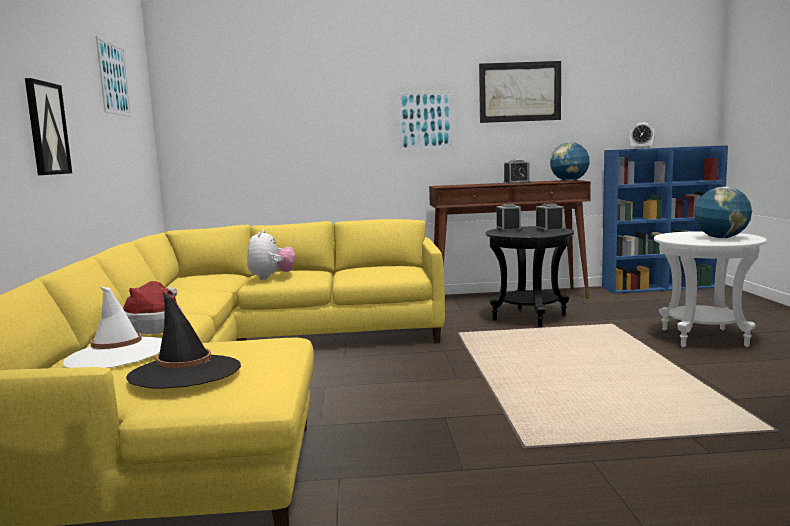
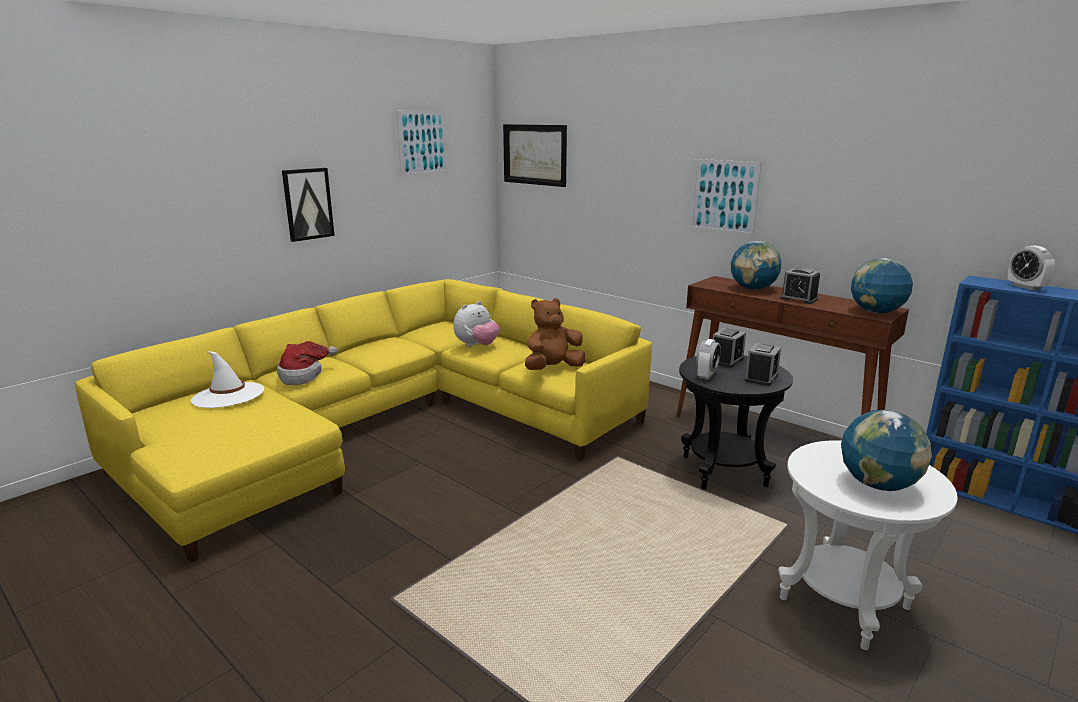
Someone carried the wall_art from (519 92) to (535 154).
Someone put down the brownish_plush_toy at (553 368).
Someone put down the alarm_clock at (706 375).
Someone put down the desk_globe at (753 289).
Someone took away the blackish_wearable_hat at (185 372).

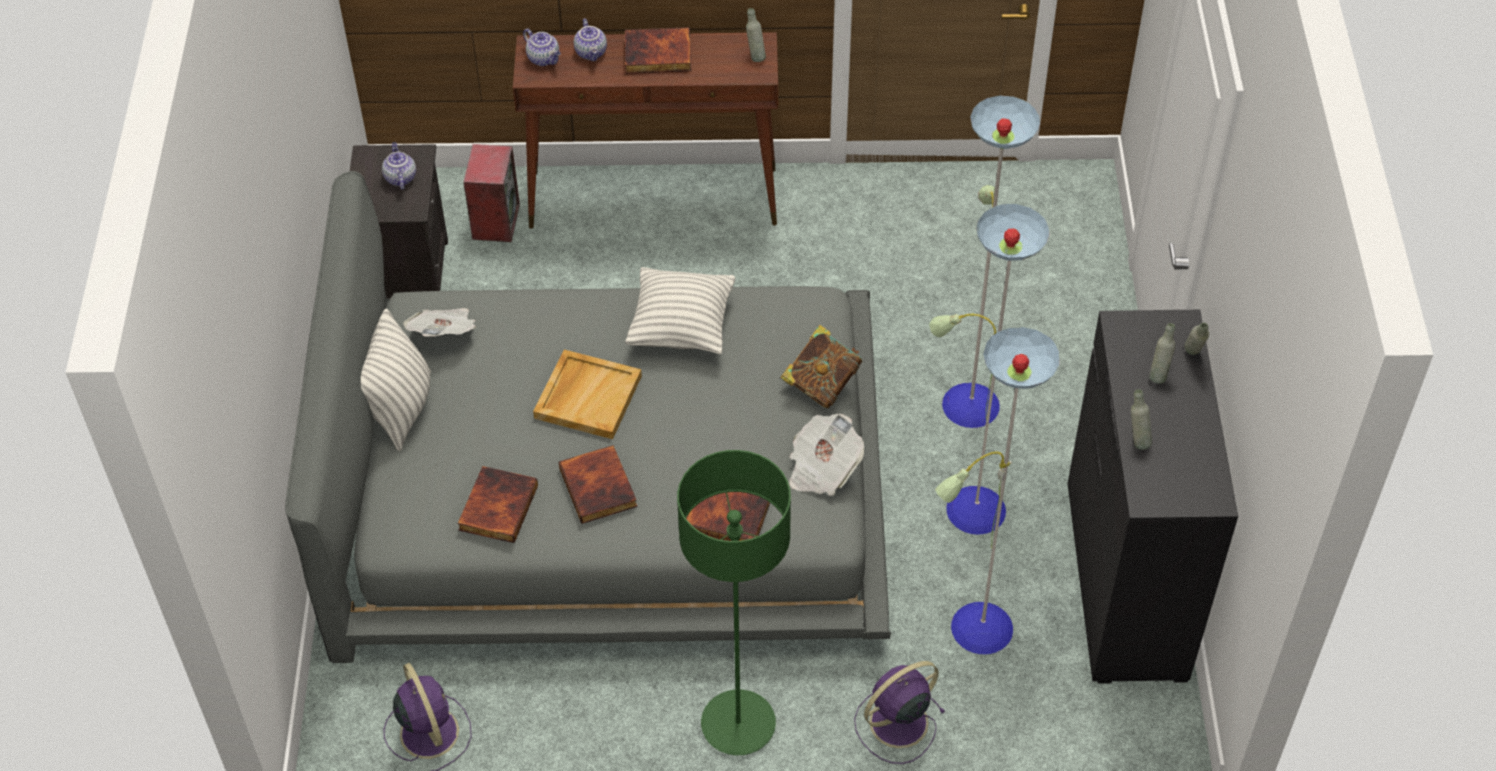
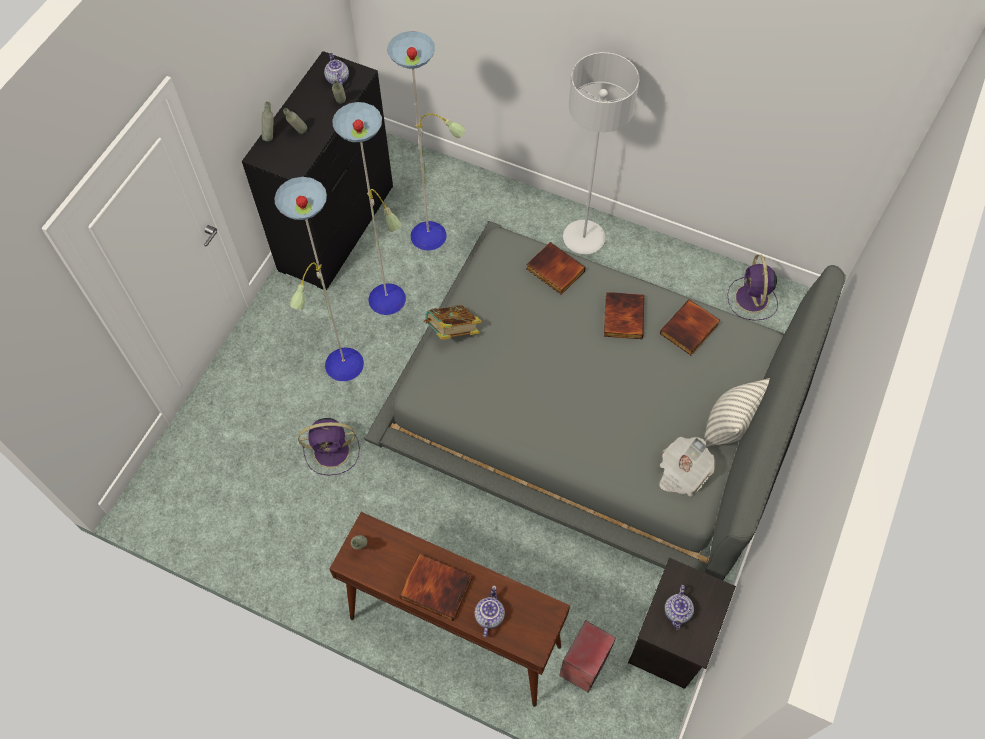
Someone carried the purple-coloured_fan from (896 724) to (333 450).
Someone carried the tea_pot from (544 59) to (337 79).
Someone repainted the green-coloured_standard_lamp at (738 724), which became the gray_standard_lamp at (583 238).
Someone took away the beige_carrying_tray at (587 396).
Someone took away the cushion at (681 327).
Someone took away the daily_paper at (822 468).

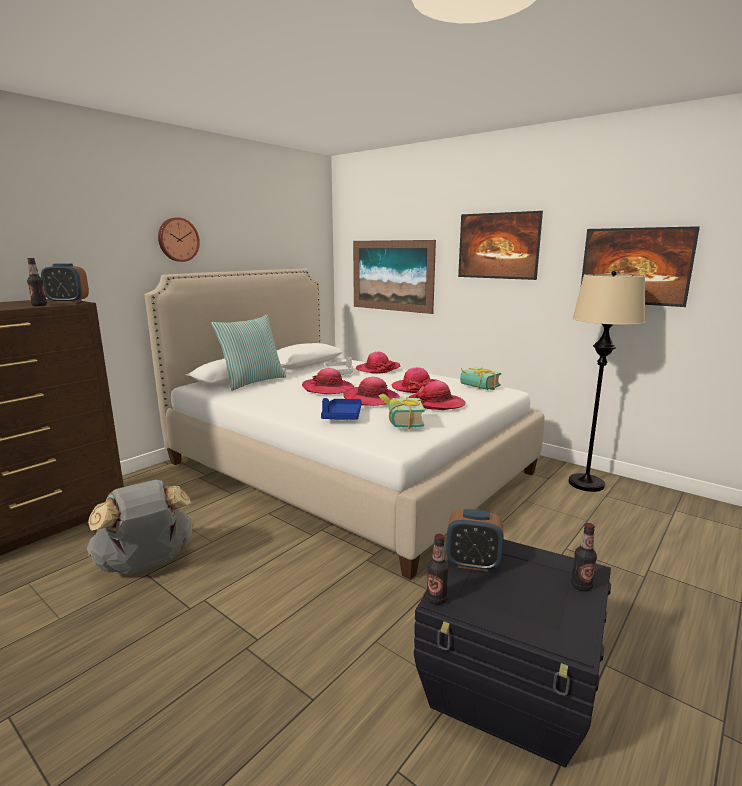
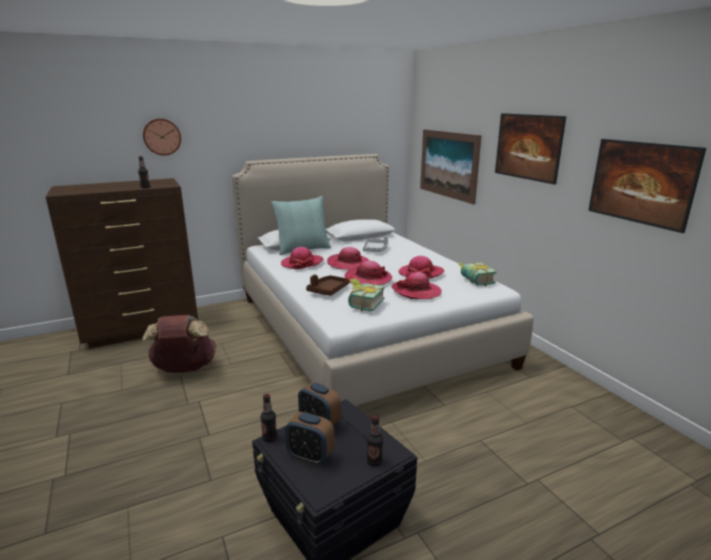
Someone carried the clock_on_the_wall from (178 239) to (162 136).
Someone repainted the gray_knapsack at (146 565), which became the brownish_knapsack at (184 369).
Someone carried the wearable_hat from (378 369) to (302 263).
Someone carried the alarm_clock from (68 302) to (310 456).
Someone repainted the blue_carrying_tray at (342 416), which became the brownish_carrying_tray at (328 290).
Someone took away the beige_standard_lamp at (586 484).

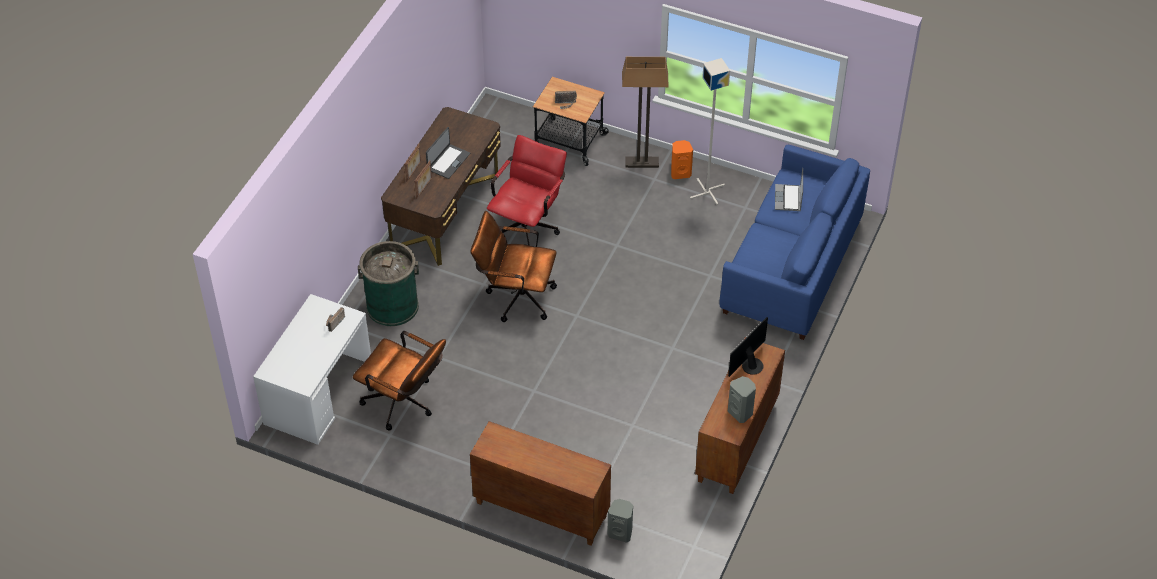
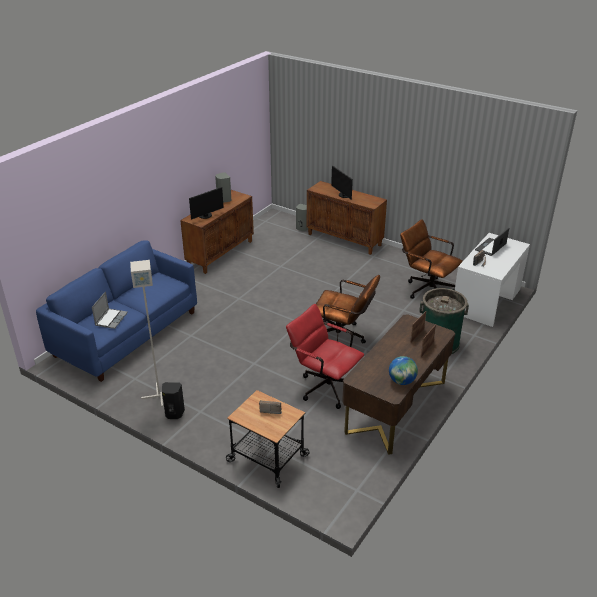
Someone repainted the orange-coloured_loudspeaker at (680 173), which became the blackish_loudspeaker at (174 414).
Someone rotated the red_desk_chair at (528 226) by 90 degrees clockwise.
Someone put down the monitor at (343 195).
Someone put down the desk_globe at (402 381).
Someone carried the laptop from (448 161) to (491 247).
Someone took away the standard_lamp at (642 163).

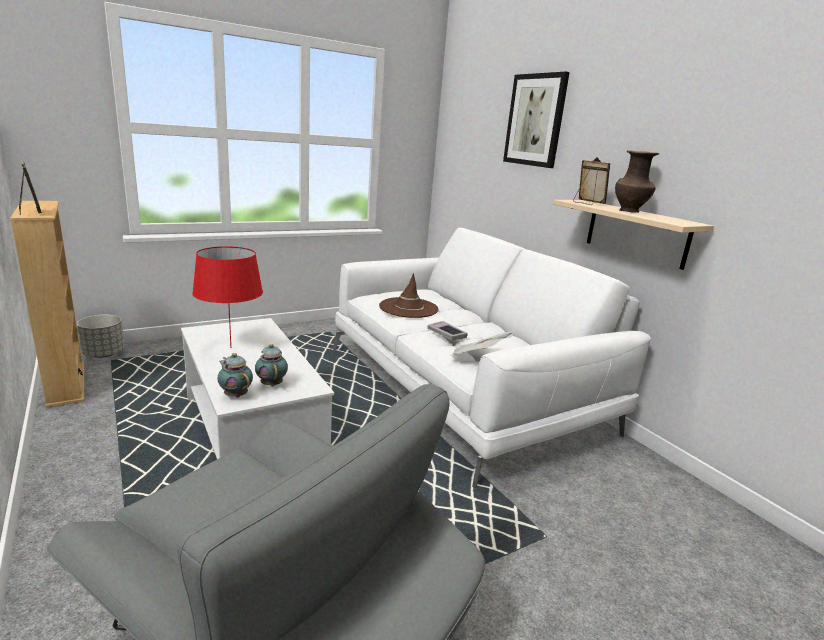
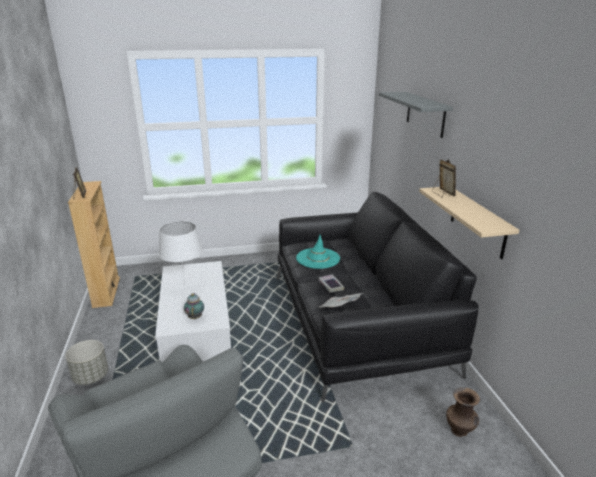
Someone carried the gray_planter from (104 354) to (91 376).
Someone repainted the red_lamp_for_a_table at (230 347), which became the white-coloured_lamp_for_a_table at (184 285).
Someone repainted the white-coloured_couch at (462 390), which became the blackish_couch at (357 322).
Someone repainted the brownish_wearable_hat at (408 308), which became the turquoise-coloured_wearable_hat at (318 258).
Someone swapped the wall_art at (535 120) for the gray_shelf at (425 114).
Someone carried the brownish_flower_vase from (630 211) to (460 431).
Someone took away the tea_pot at (235 395).

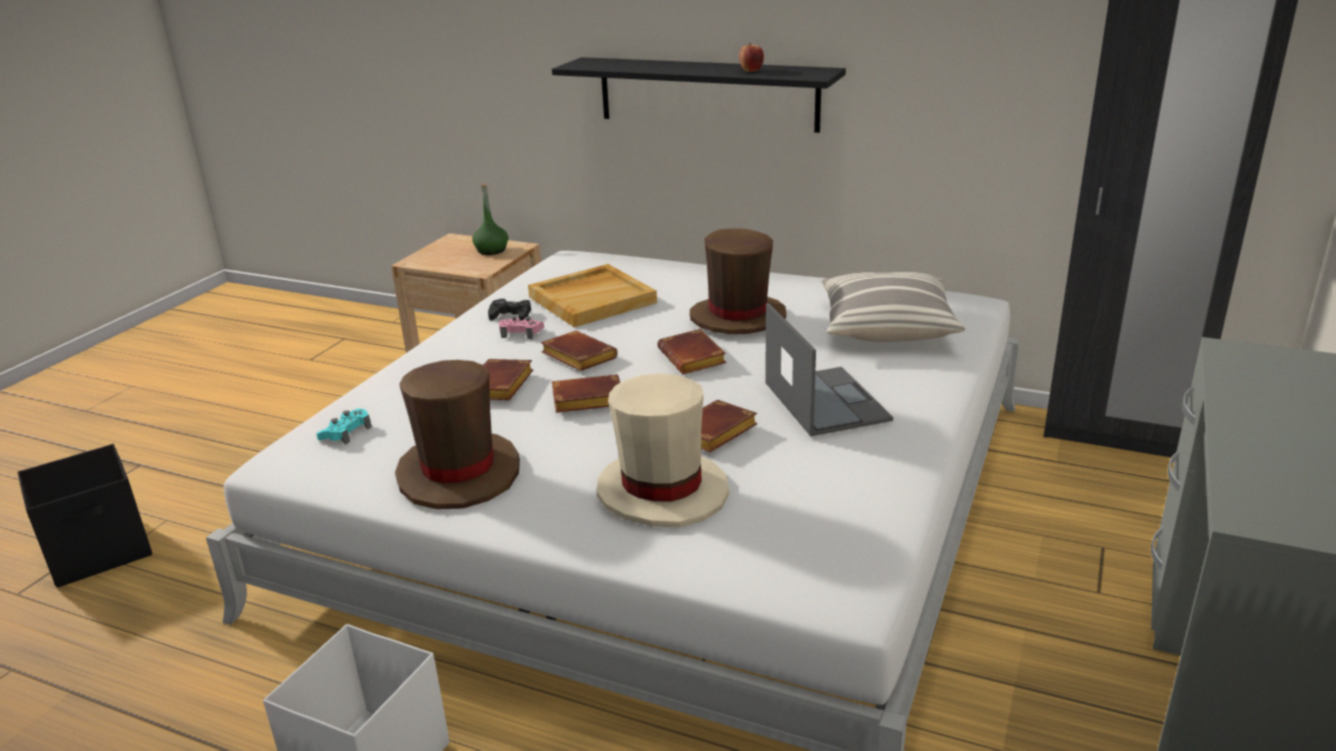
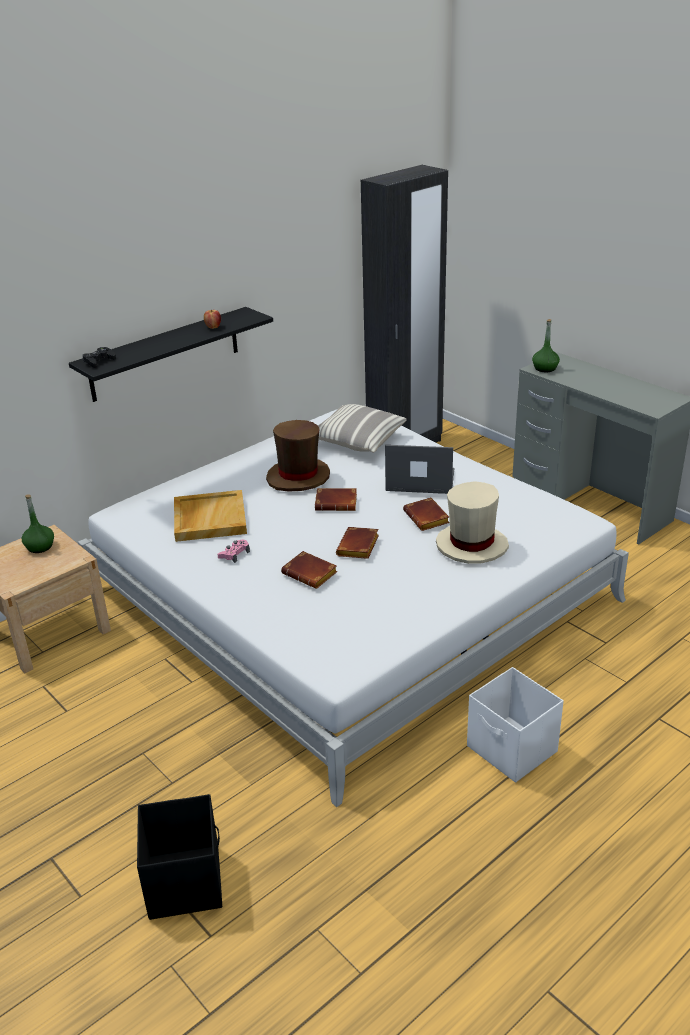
Someone carried the blackish_game_controller from (511 315) to (99 361).
Someone put down the green-coloured_drink_bottle at (545 368).
Someone took away the turquoise-coloured_game_controller at (346 432).
Someone took away the brownish_wearable_hat at (459 473).
Someone took away the brownish_book at (576 357).

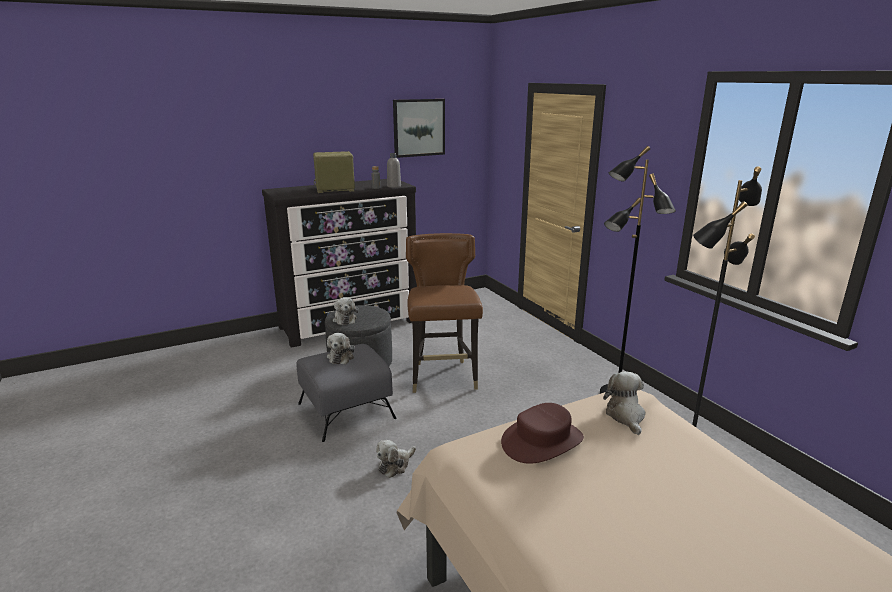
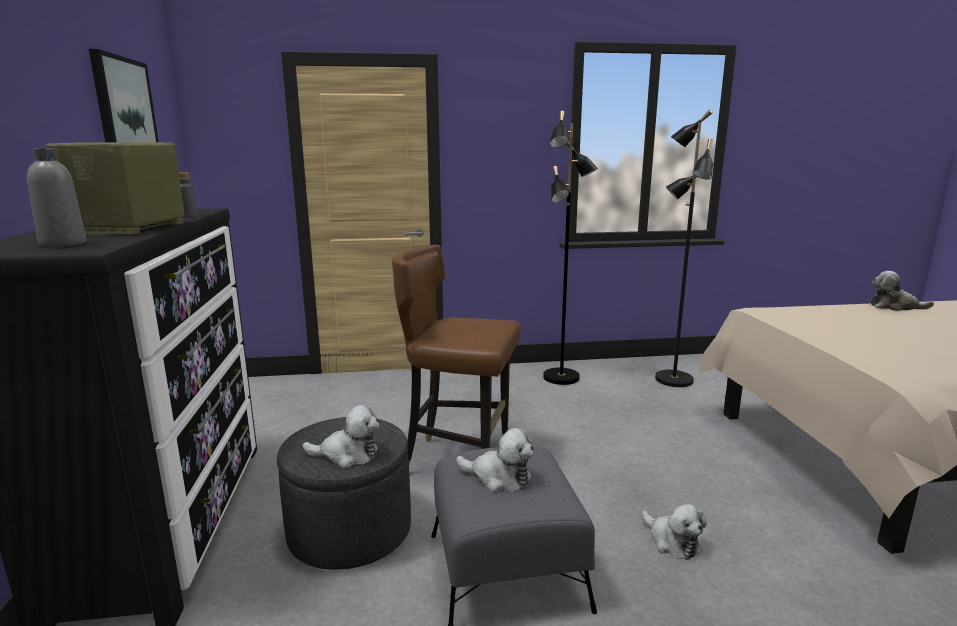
Someone carried the gray_drink_bottle from (394 186) to (63 244).
Someone carried the plush_toy from (626 416) to (894 307).
Someone took away the brownish_wearable_hat at (542 441).

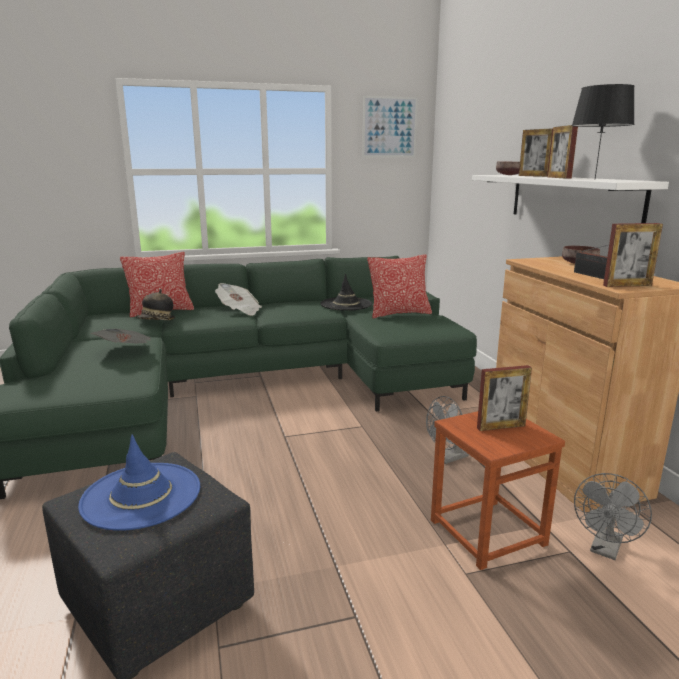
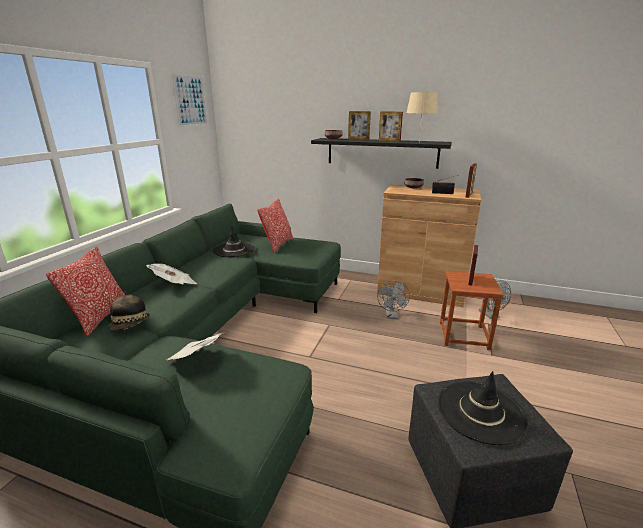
Someone repainted the white-coloured_shelf at (571 200), which became the blackish_shelf at (382 152).
Someone repainted the blackish_lamp_for_a_table at (595 179), which became the beige_lamp_for_a_table at (419 142).
Someone repainted the blue_wearable_hat at (141 495), which became the blackish_wearable_hat at (480 411).

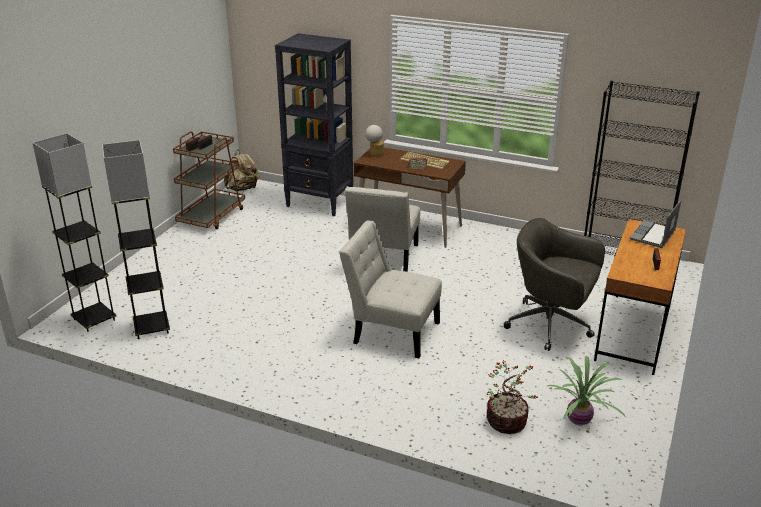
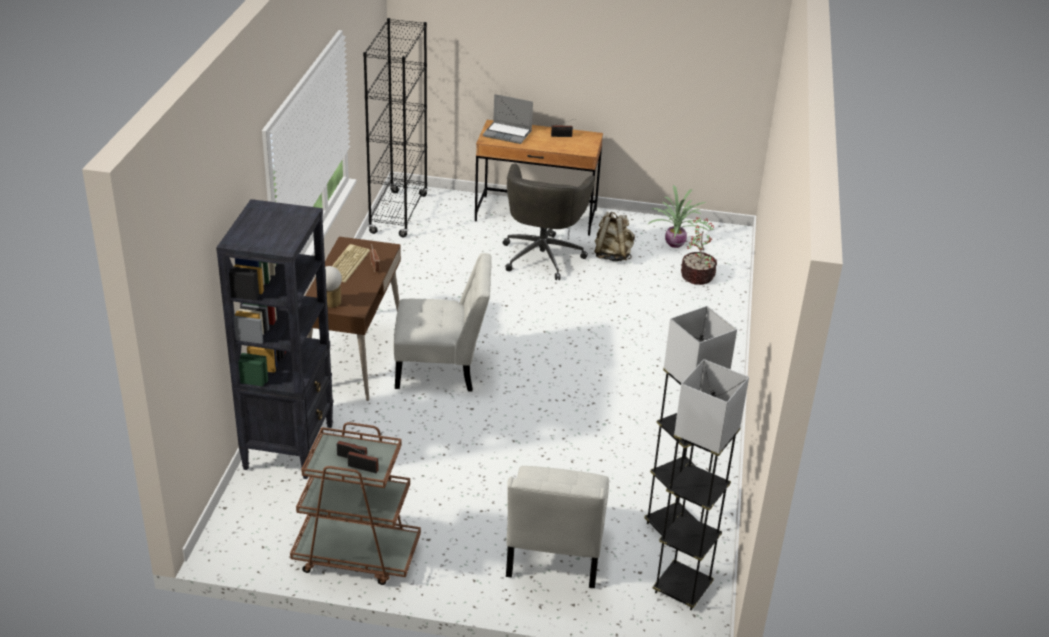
Someone carried the white-coloured_chair from (392 331) to (553 556).
Someone carried the beige_knapsack from (243 189) to (612 255).

